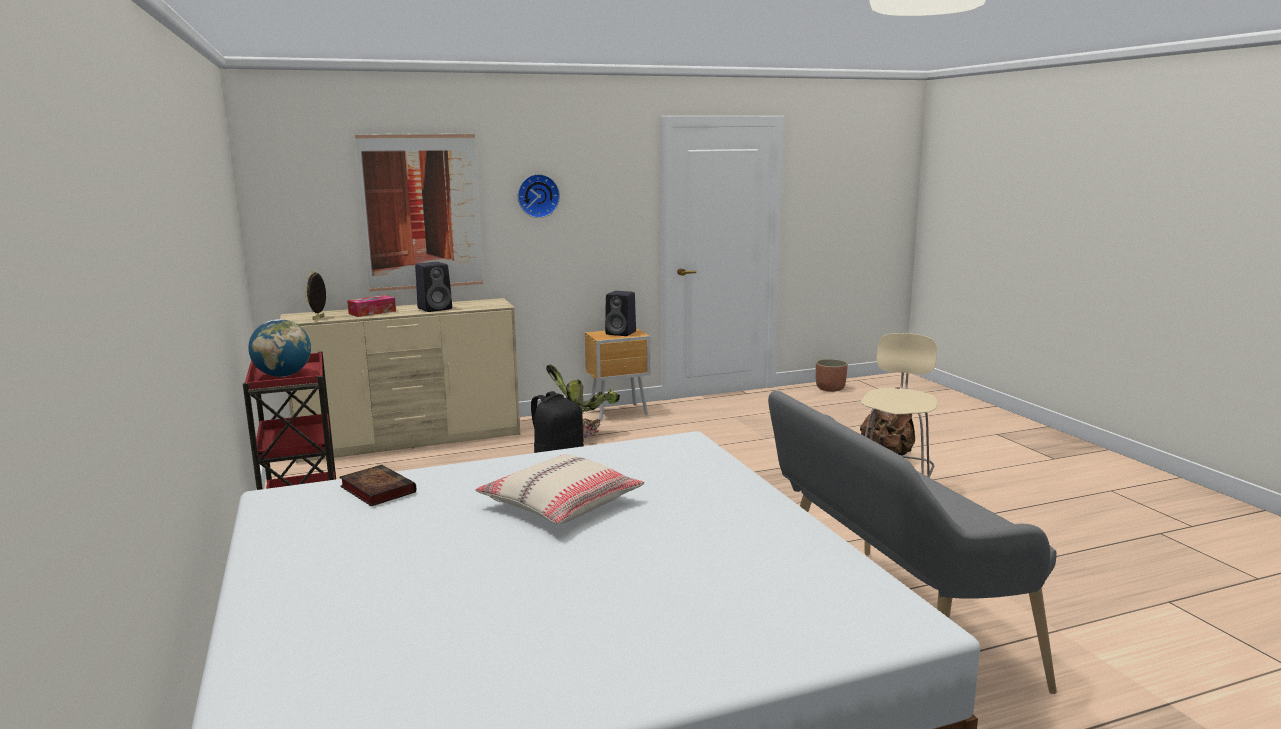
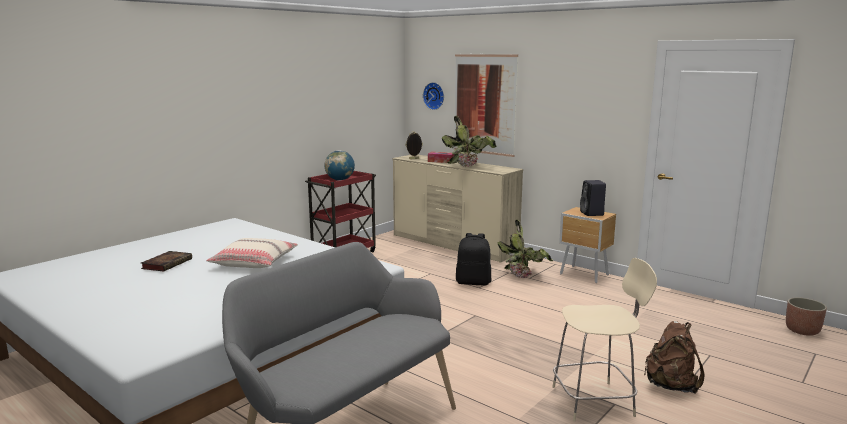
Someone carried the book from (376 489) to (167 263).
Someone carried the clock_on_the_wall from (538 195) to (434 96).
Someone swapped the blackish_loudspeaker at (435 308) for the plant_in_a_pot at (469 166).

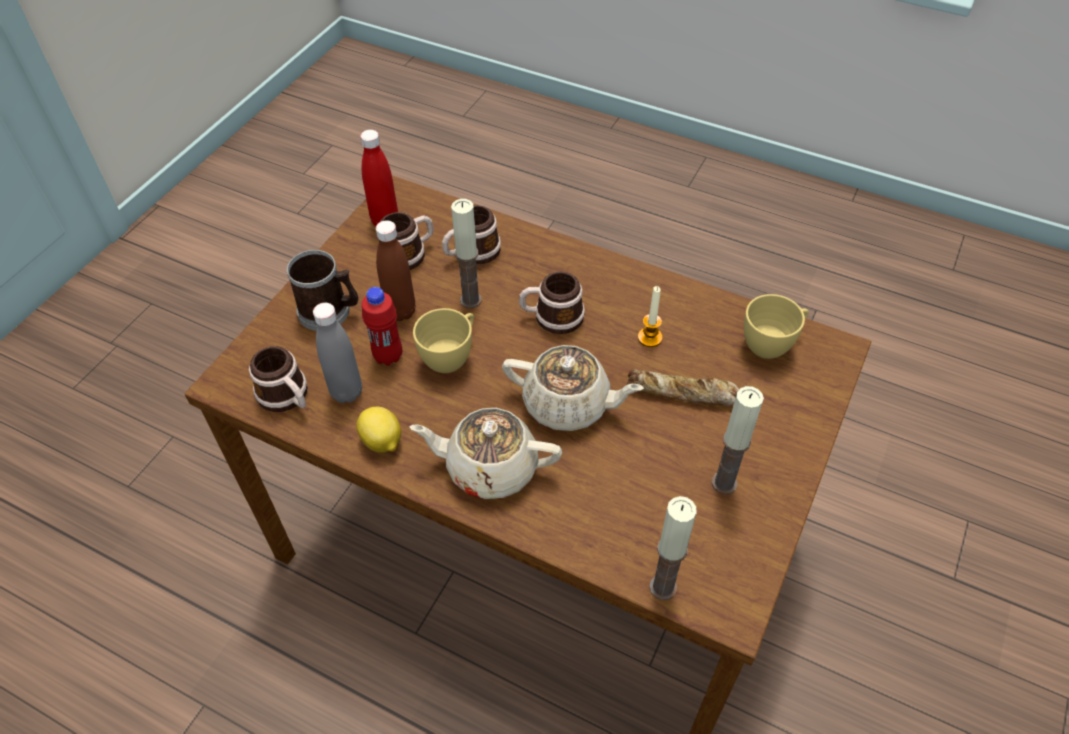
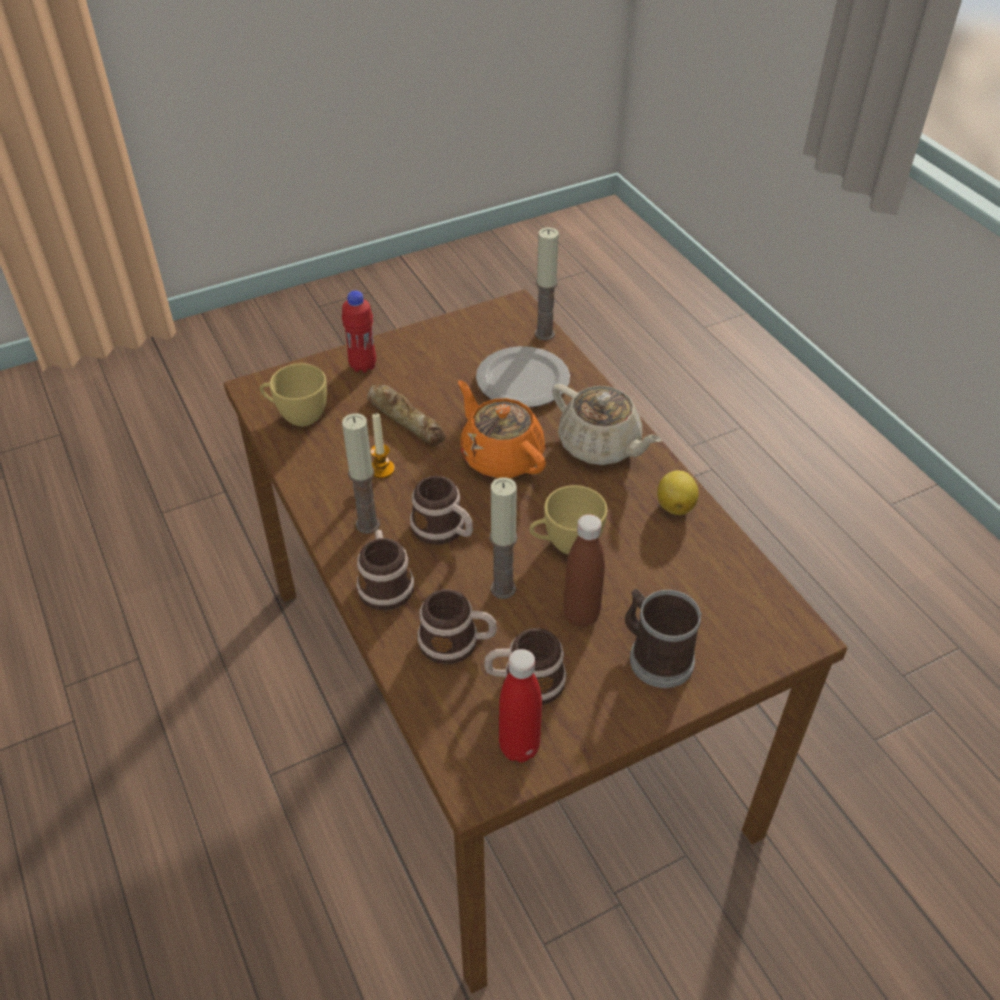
Someone carried the red_drink_bottle from (388 356) to (363 366).
Someone carried the wax_light from (724 483) to (367 524).
Someone carried the coffee_mug from (287 397) to (385 583).
Someone repainted the beige_tea_pot at (568 404), which became the orange-coloured_tea_pot at (501 456).
Someone put down the flat_dish at (521 381).
Someone took away the gray_drink_bottle at (346 392).

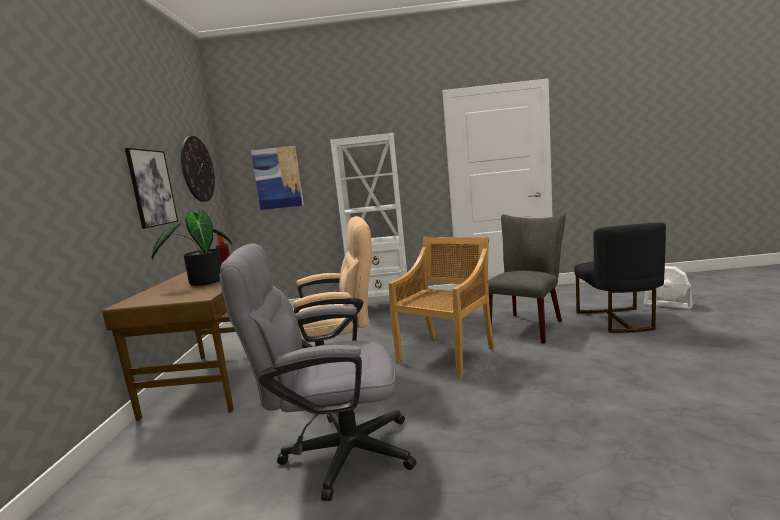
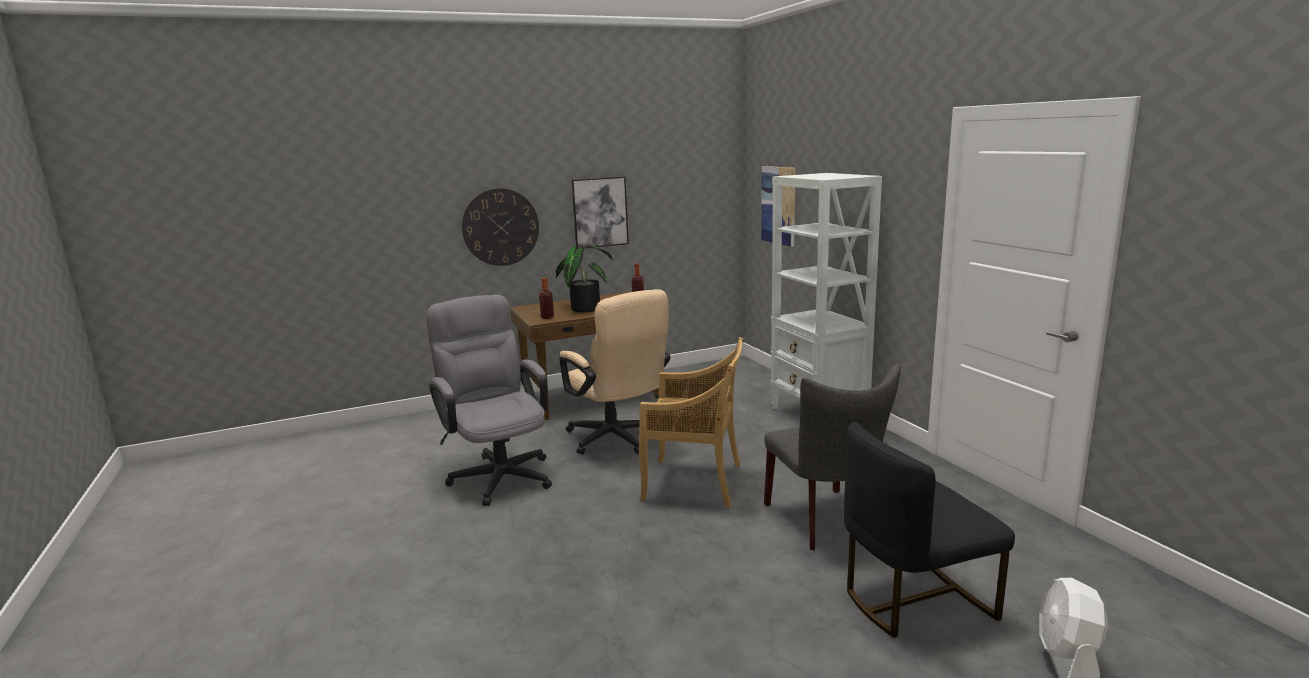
Someone carried the clock_on_the_wall from (198 169) to (500 227).
Someone put down the drink_bottle at (547 317).
Someone rotated the gray_chair at (528 326) by 60 degrees clockwise.

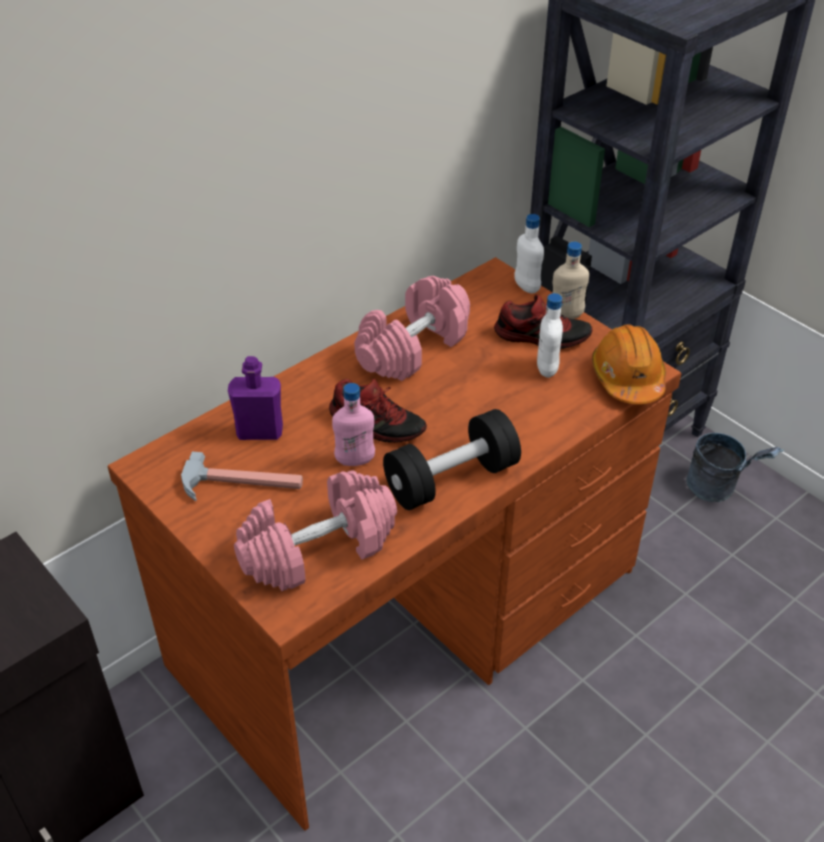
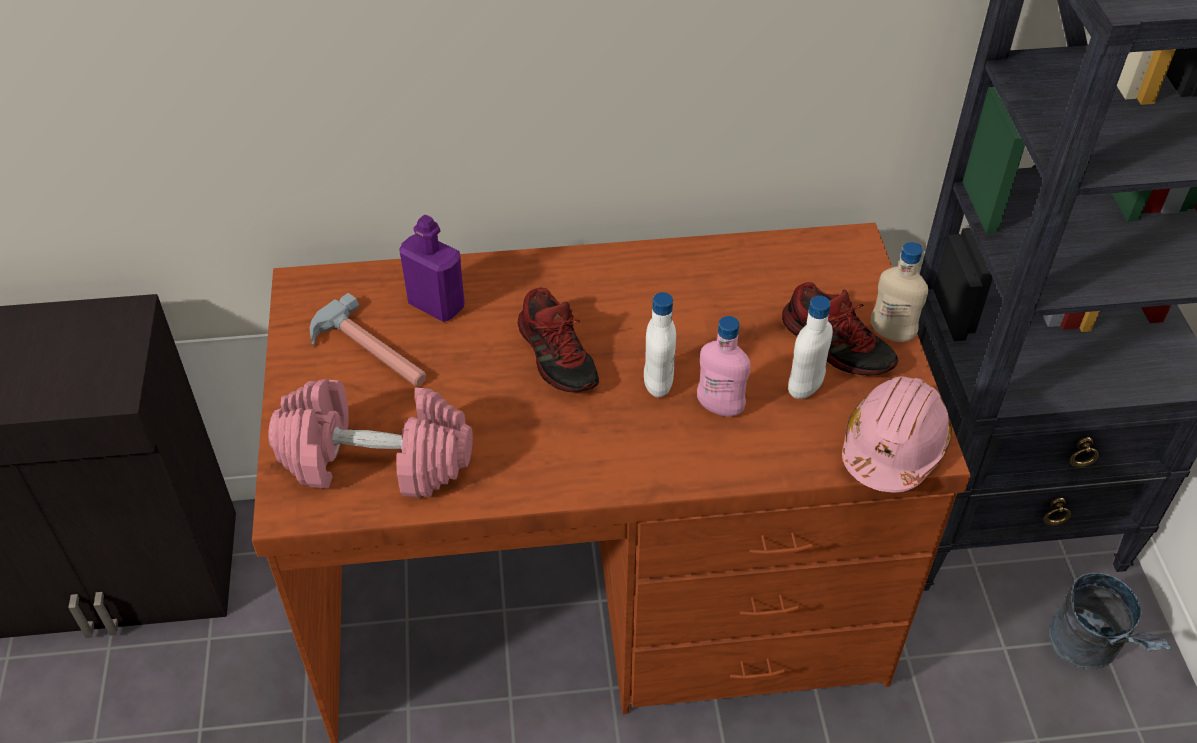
Someone carried the white-coloured_drink_bottle from (526 287) to (658 384).
Someone carried the pinkish_drink_bottle from (355 460) to (720 407).
Someone repainted the orange-coloured_work_helmet at (627 377), which became the pinkish_work_helmet at (893 447).
Someone took away the pinkish_hand_weight at (413 347).
Someone took away the blackish_hand_weight at (451 479).

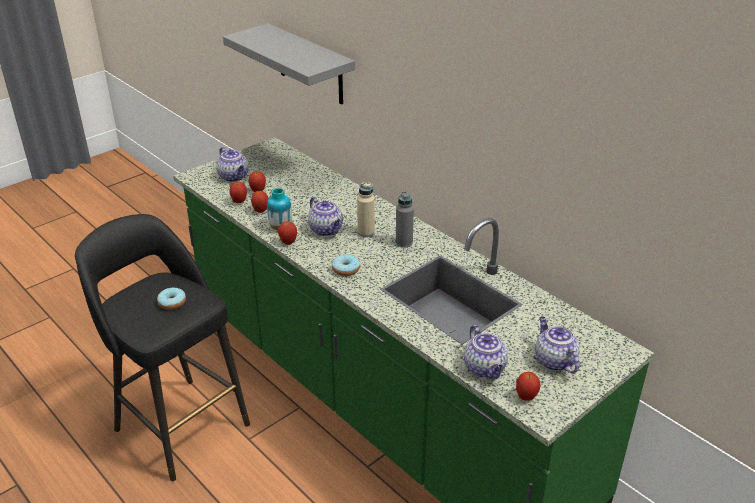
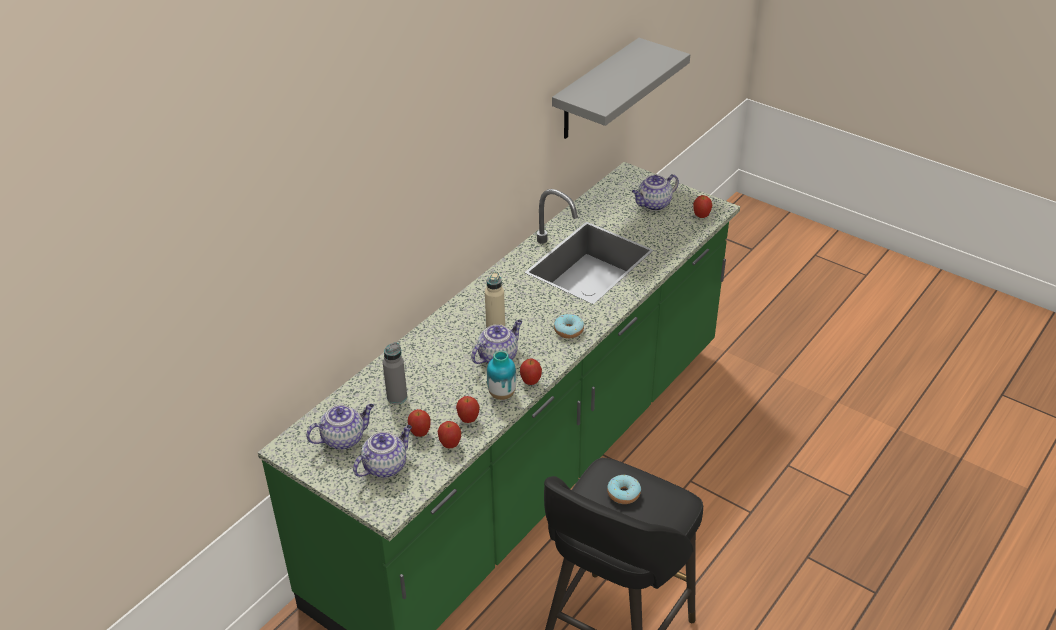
Someone carried the tea_pot from (485 368) to (344 438).
Someone carried the gray_drink_bottle from (404 242) to (397 397).
Someone carried the gray_shelf from (310 65) to (596 91).

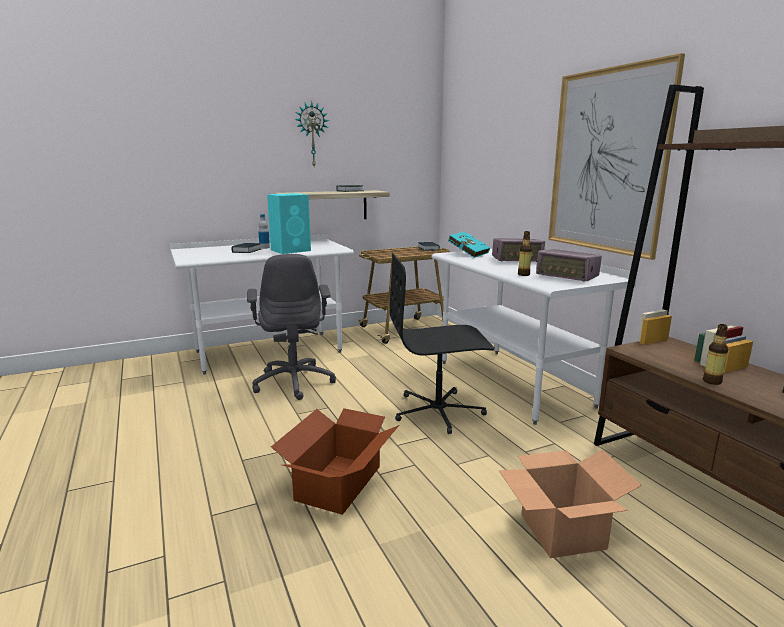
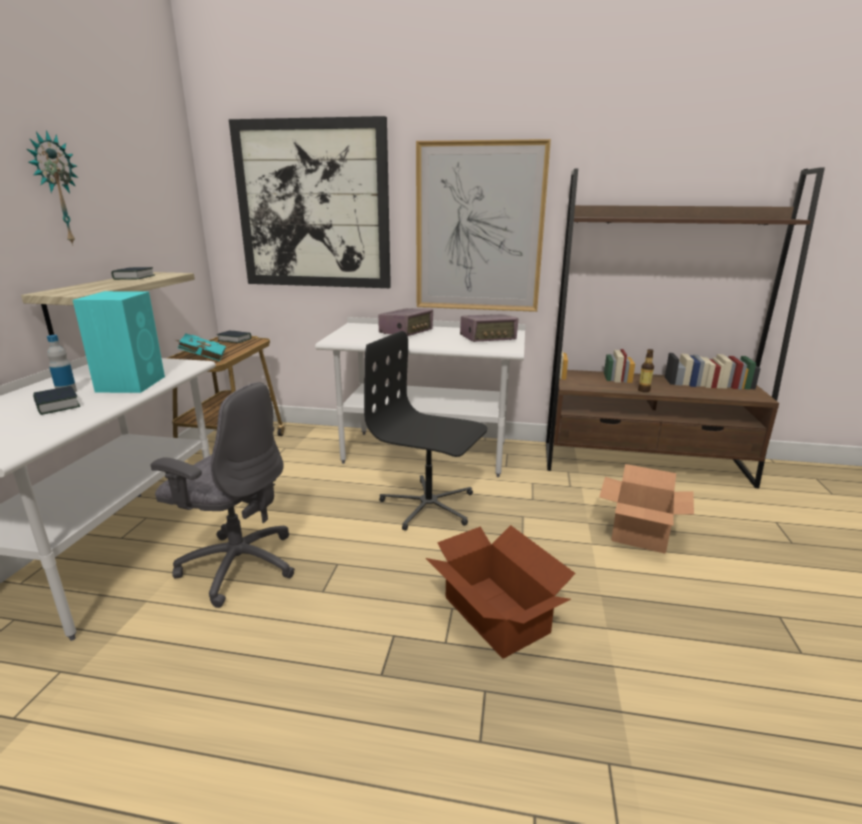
Someone carried the turquoise-coloured_book from (467 254) to (202 358).
Someone put up the wall_art at (313 206).
Someone rotated the blackish_desk_chair at (438 411) by 90 degrees clockwise.
Someone took away the drink_bottle at (523 274).

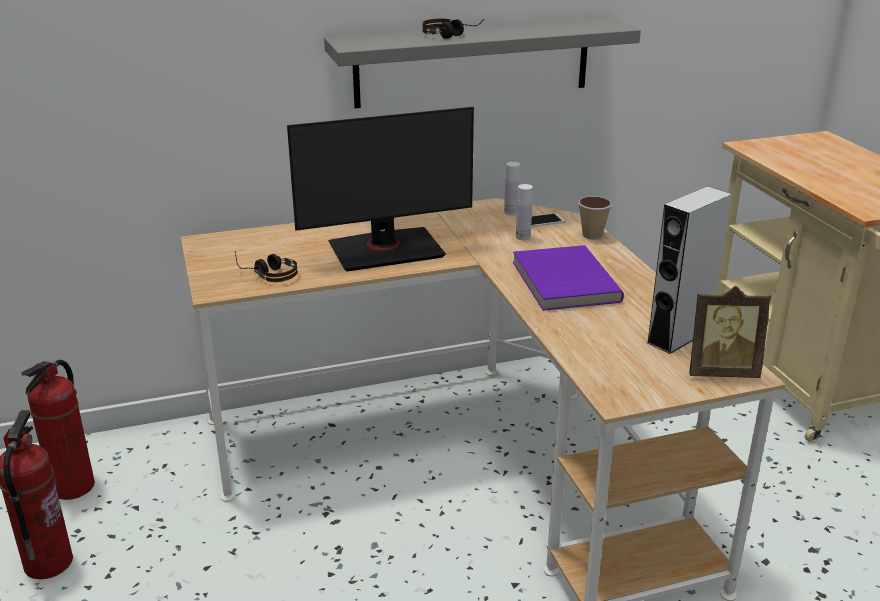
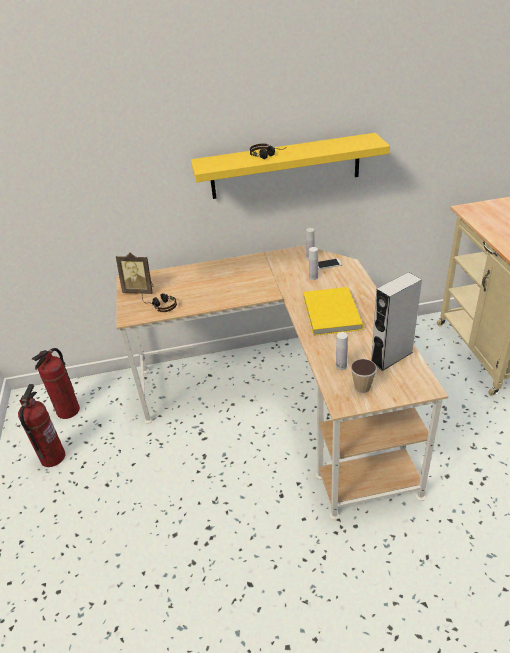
Someone carried the picture_frame from (721 371) to (140 290).
Someone repainted the gray_shelf at (473 62), which became the yellow_shelf at (285 166).
Someone repainted the purple-coloured_book at (562 282), which became the yellow_book at (330 313).
Someone put down the white-coloured_drink_bottle at (341 366).
Someone carried the drinking_cup from (592 235) to (362 387).
Someone took away the monitor at (385 249).

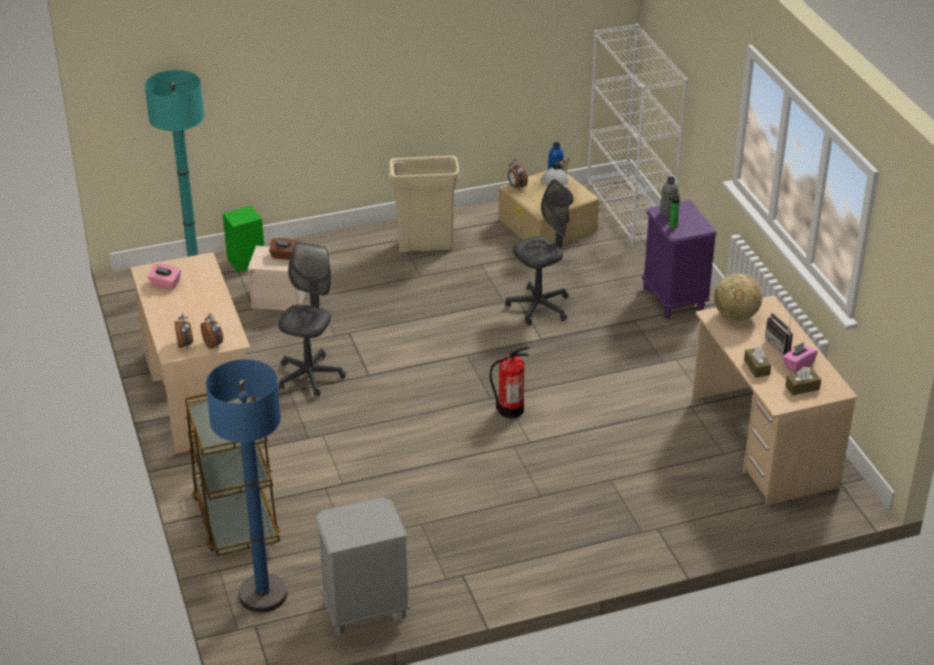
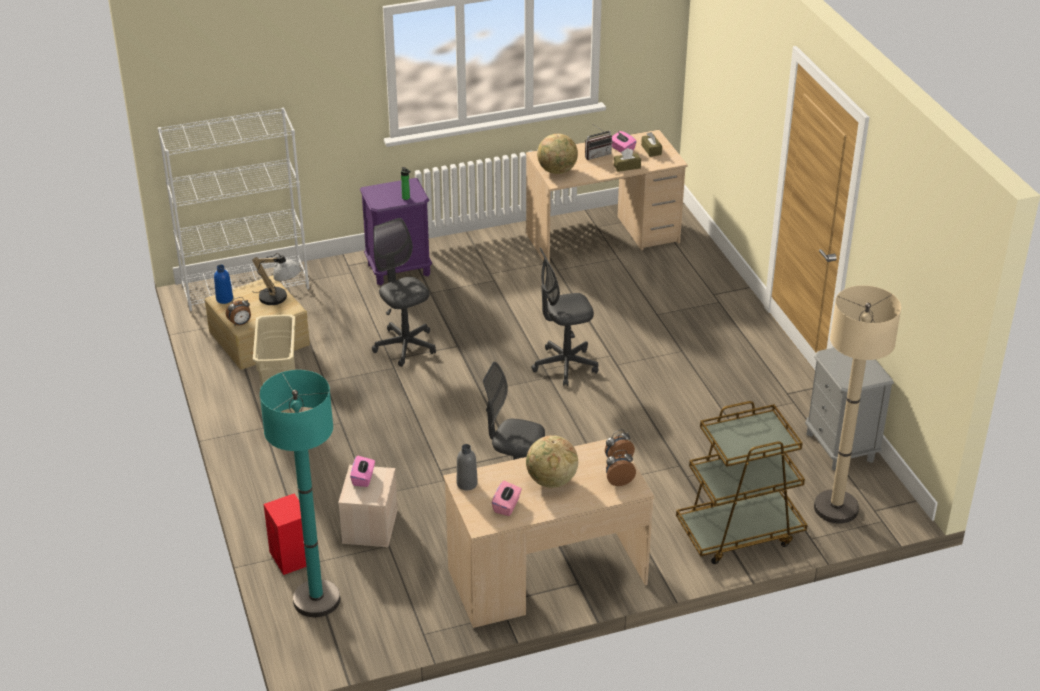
Someone repainted the green-coloured_loudspeaker at (245 261), which became the red_loudspeaker at (292 558).
Someone repainted the brownish_tissue_box at (284 256), which became the pinkish_tissue_box at (363 478).
Someone carried the gray_drink_bottle from (668 212) to (467 483).
Someone put down the desk_globe at (551 481).
Someone swapped the extinguisher at (510 409) for the gray_desk_chair at (565 365).
Someone repainted the blue_standard_lamp at (263 594), which became the beige_standard_lamp at (836 508).

